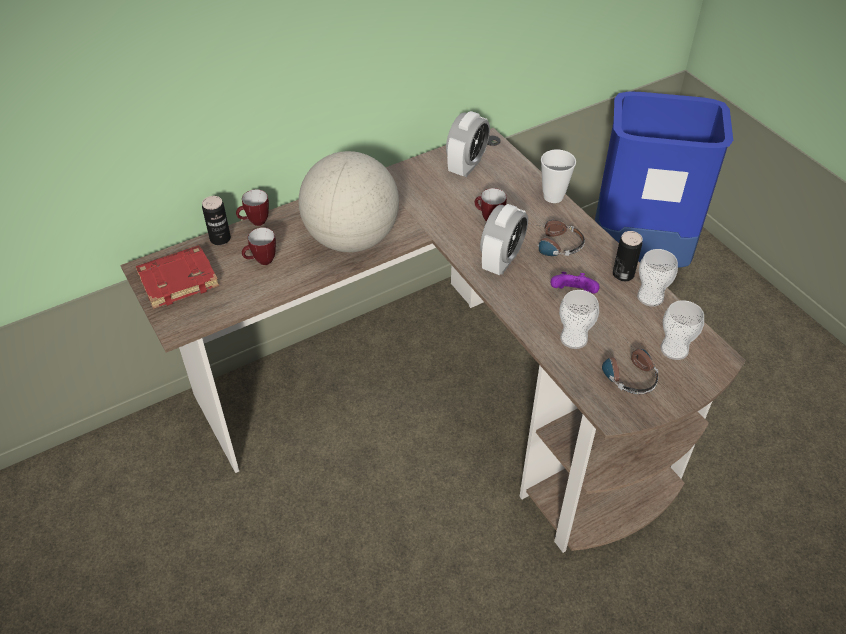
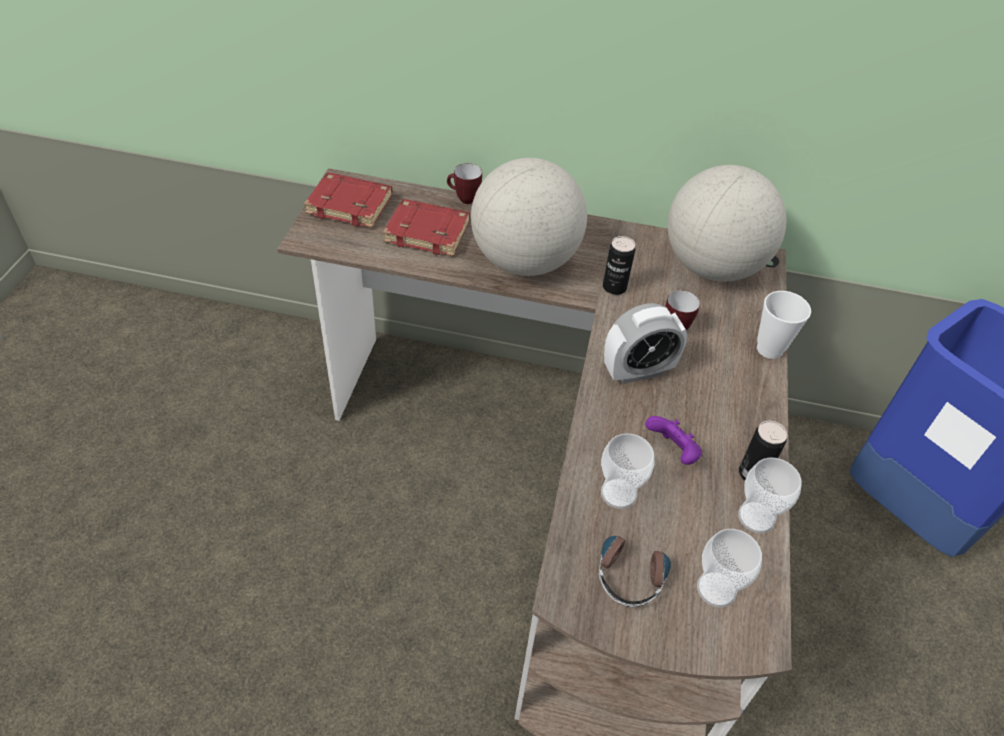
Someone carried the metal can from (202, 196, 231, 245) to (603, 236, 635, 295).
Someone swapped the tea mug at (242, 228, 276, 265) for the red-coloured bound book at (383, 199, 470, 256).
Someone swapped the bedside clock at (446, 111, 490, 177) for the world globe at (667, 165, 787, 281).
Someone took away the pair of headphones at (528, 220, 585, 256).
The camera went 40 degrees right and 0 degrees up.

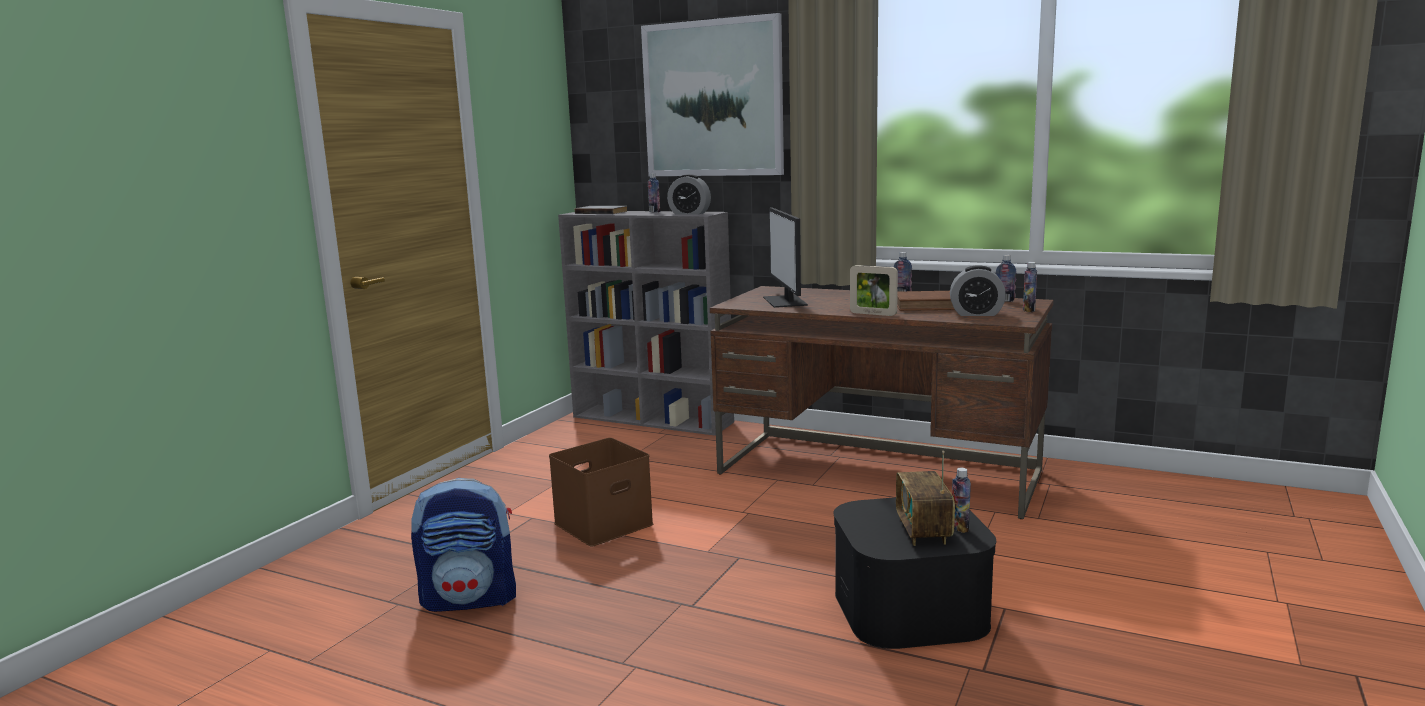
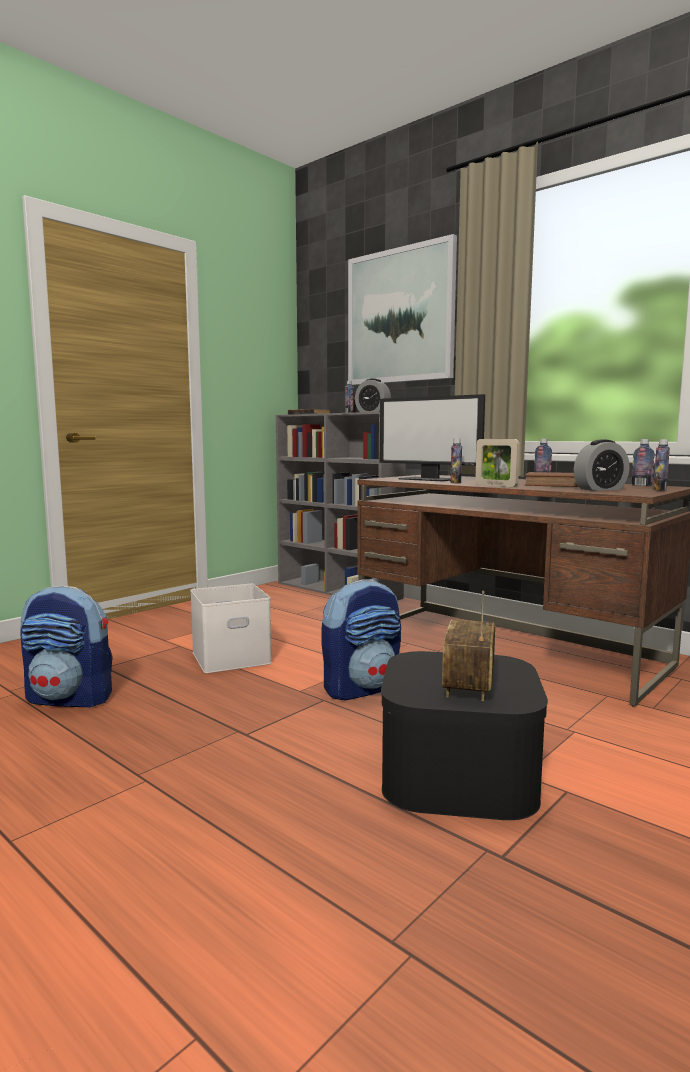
Someone repainted the brownish storage bin at (549, 438, 653, 547), which became the whitish storage bin at (190, 584, 272, 673).
Someone rotated the monitor at (763, 207, 808, 308) by 60 degrees counterclockwise.
Someone rotated the bedside clock at (950, 265, 1006, 316) by 45 degrees counterclockwise.
Someone carried the bottle from (952, 468, 971, 533) to (450, 439, 462, 483).
Someone put down the backpack at (321, 579, 401, 700).
The camera went 15 degrees right and 5 degrees down.

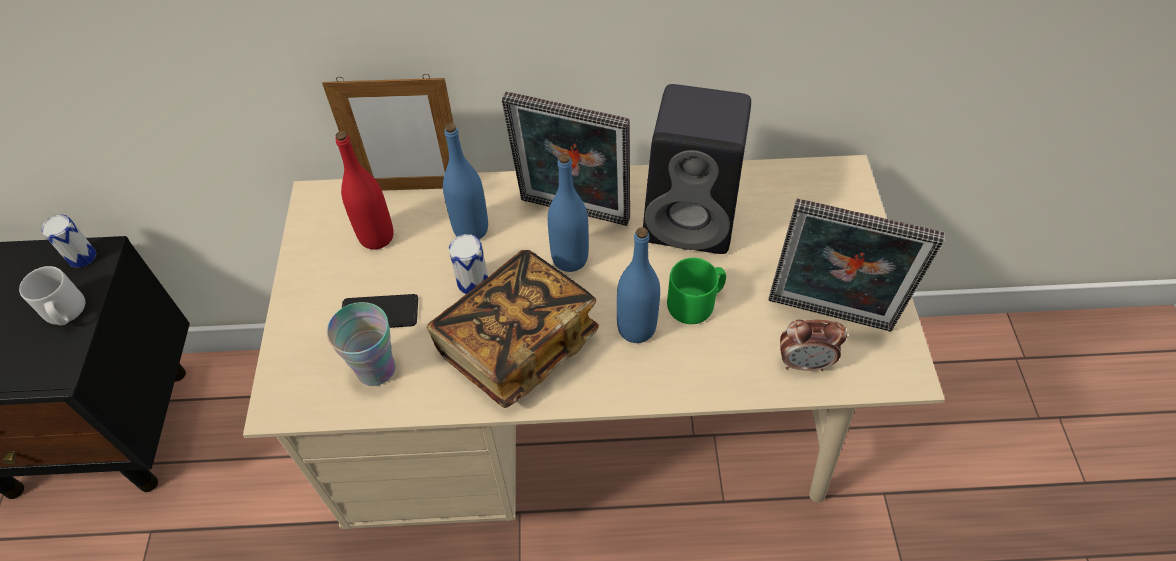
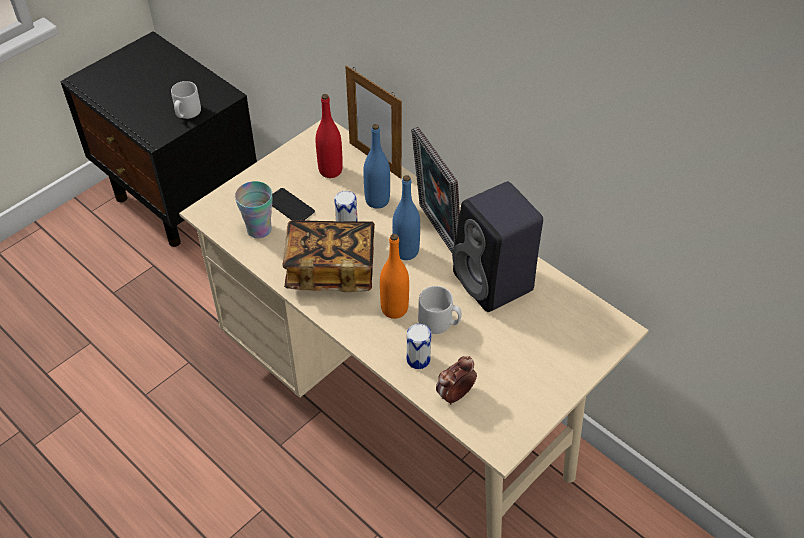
Someone carried the metal can from (41, 215, 96, 268) to (407, 323, 431, 369).
Someone repainted the blue-coloured bottle at (617, 227, 660, 343), which became the orange-coloured bottle at (380, 234, 409, 319).
Someone repainted the green tea mug at (667, 258, 726, 324), which became the grey tea mug at (418, 286, 462, 334).
Someone took away the photo frame at (768, 199, 945, 332).
Someone rotated the bedside clock at (780, 320, 847, 371) by 90 degrees clockwise.
The camera went 45 degrees right and 5 degrees down.

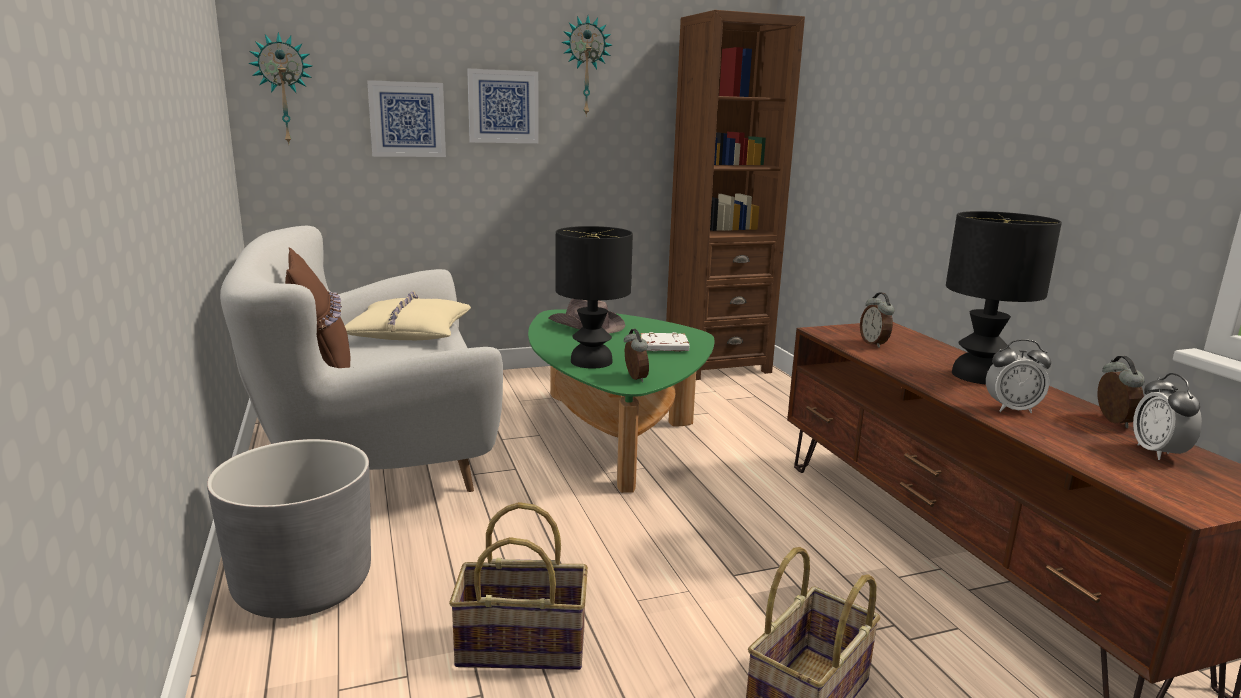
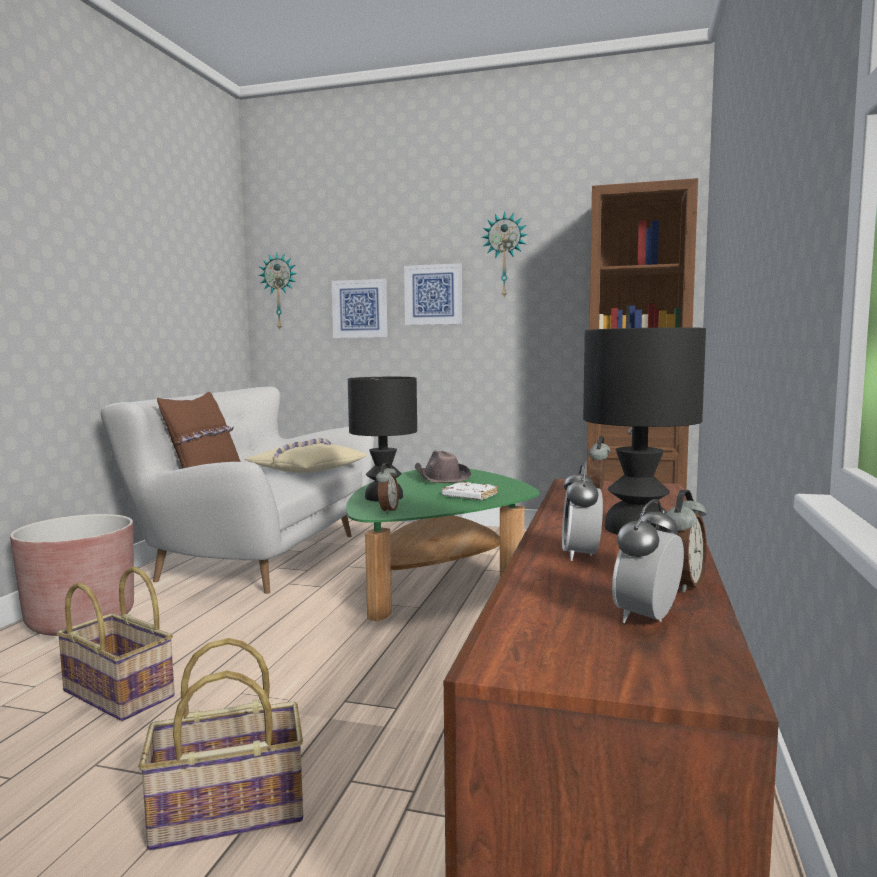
Someone repainted the grey planter at (207, 439, 371, 618), which became the brownish planter at (10, 514, 134, 636).
Someone rotated the bedside clock at (986, 339, 1051, 413) by 60 degrees clockwise.
The camera went 35 degrees right and 10 degrees down.

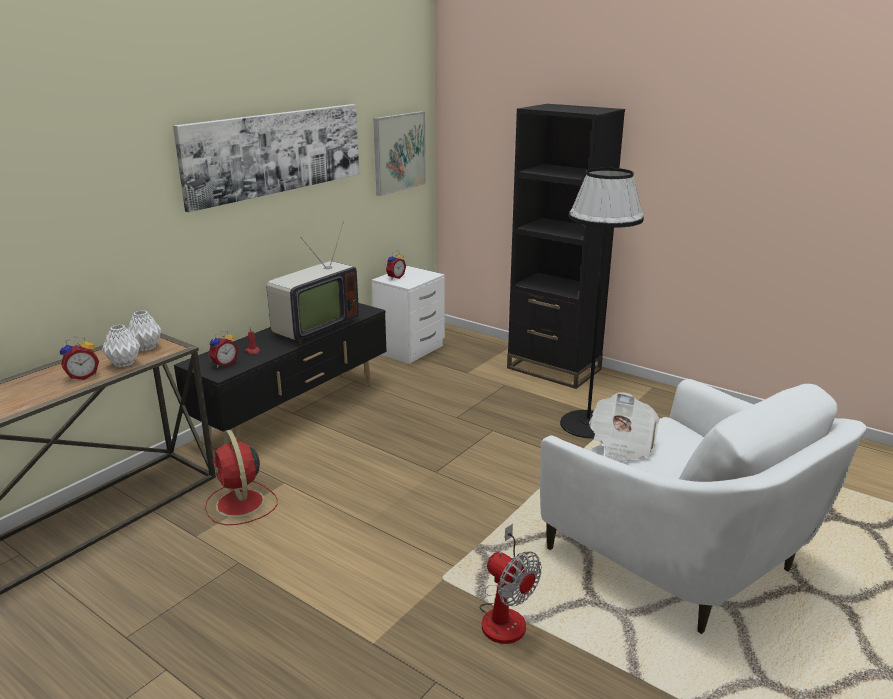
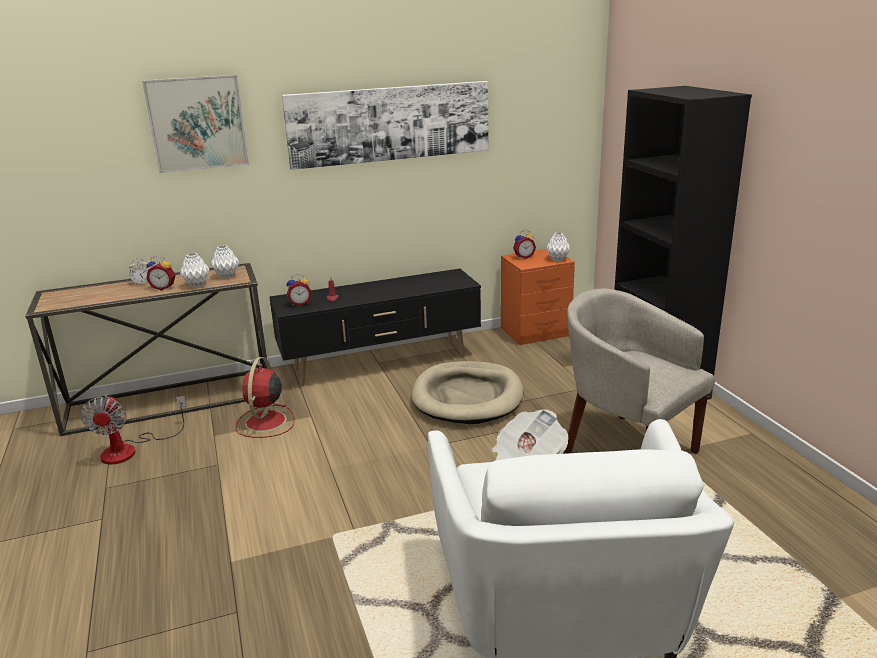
Someone took away the TV set at (267, 222, 359, 344).
Someone repainted the whitish bedside table at (372, 266, 445, 364), which became the orange-coloured bedside table at (501, 249, 575, 345).
Someone carried the wall picture from (373, 111, 426, 196) to (142, 75, 249, 173).
Someone carried the electric fan from (480, 524, 542, 644) to (81, 395, 187, 465).
Someone swapped the blackish standard lamp at (560, 168, 644, 439) for the beige easy chair at (564, 289, 715, 454).
Someone put down the bedside clock at (129, 258, 149, 285).
Someone put down the beige pet bed at (412, 361, 523, 424).
Someone put down the whitish decorative vase at (547, 232, 570, 261).
The camera went 35 degrees right and 0 degrees up.

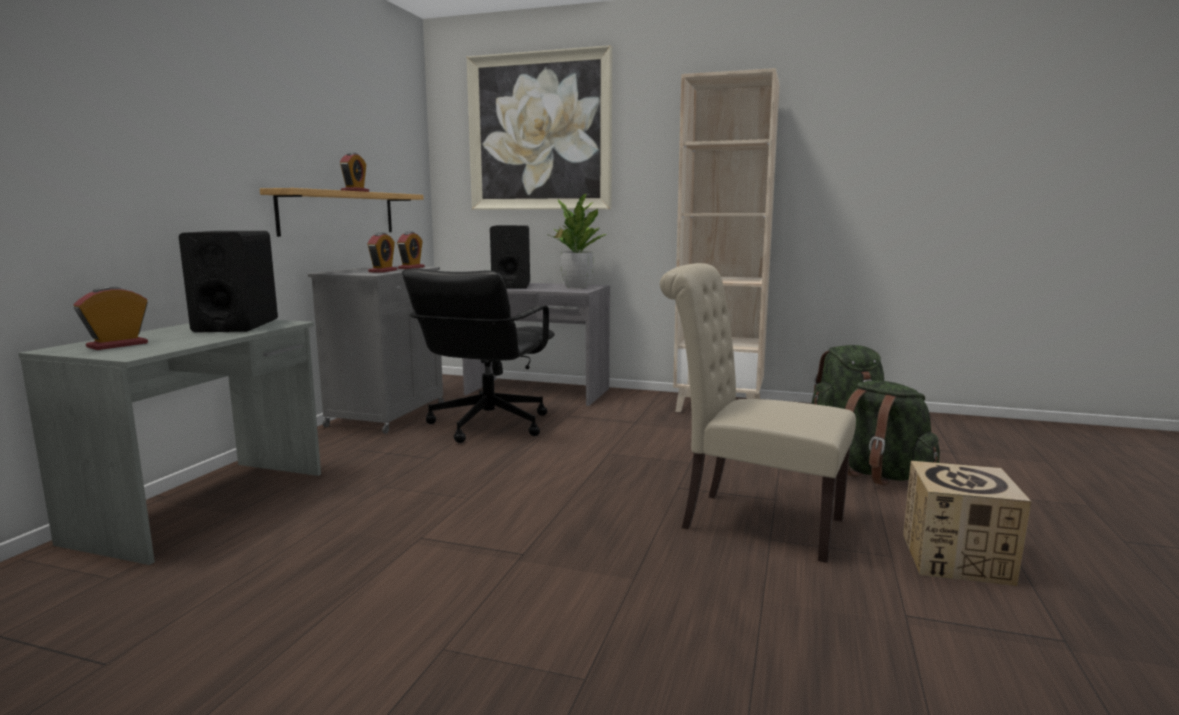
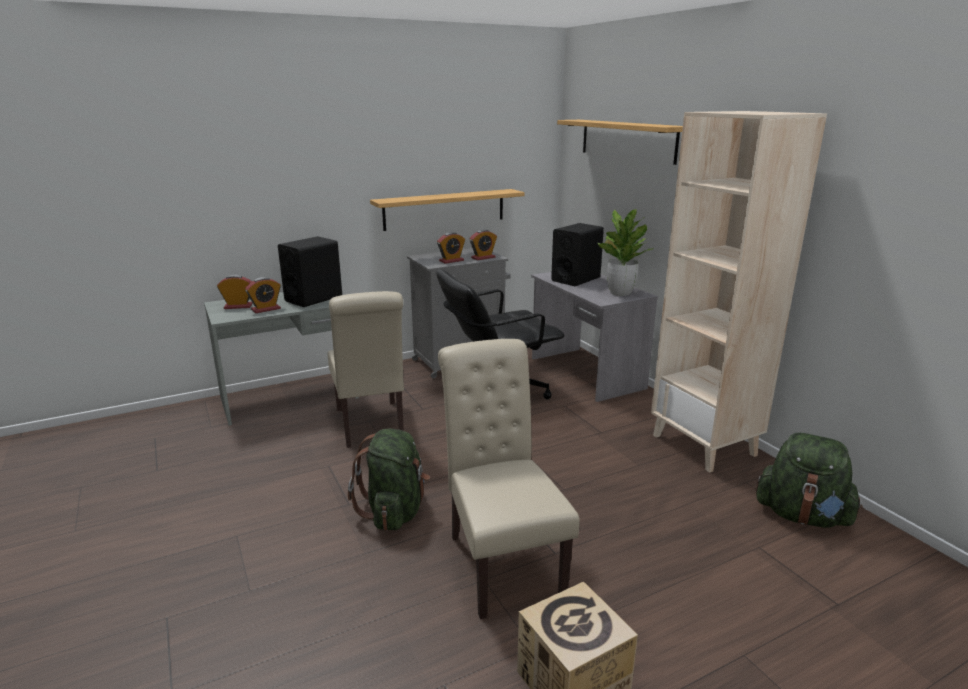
Someone carried the bedside clock from (340, 153, 369, 192) to (245, 277, 281, 313).
Someone swapped the wall picture at (467, 45, 612, 210) for the wall shelf at (557, 120, 683, 165).
Someone carried the green backpack from (845, 381, 940, 486) to (348, 428, 430, 531).
Someone put down the beige upright chair at (327, 291, 404, 448).
The camera went 45 degrees right and 10 degrees up.

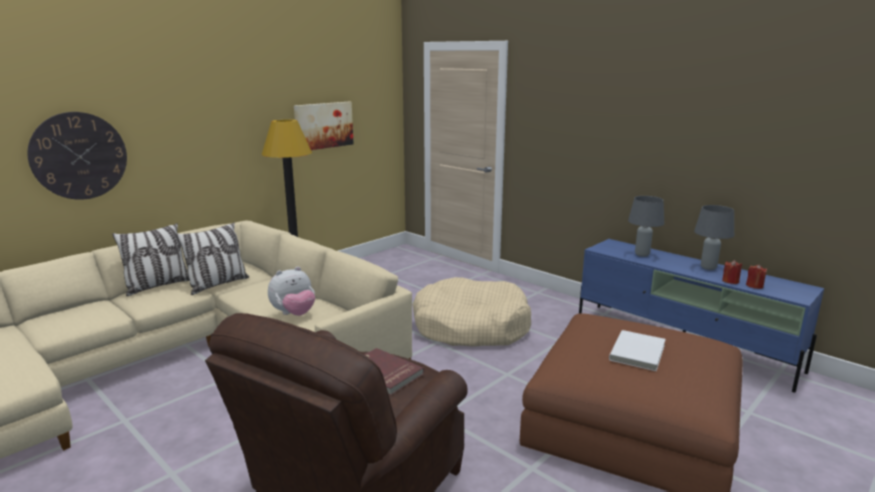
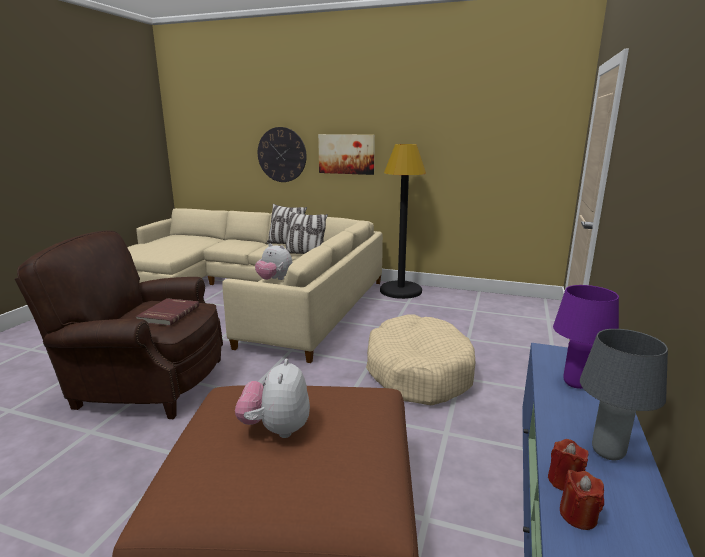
Someone carried the wall picture from (294, 102, 353, 150) to (318, 134, 375, 175).
Someone swapped the whitish bound book at (609, 330, 666, 371) for the plush toy at (235, 359, 310, 438).
Someone repainted the grey tabletop lamp at (628, 196, 664, 257), which became the purple-coloured tabletop lamp at (553, 285, 619, 389).
The camera went 65 degrees right and 0 degrees up.

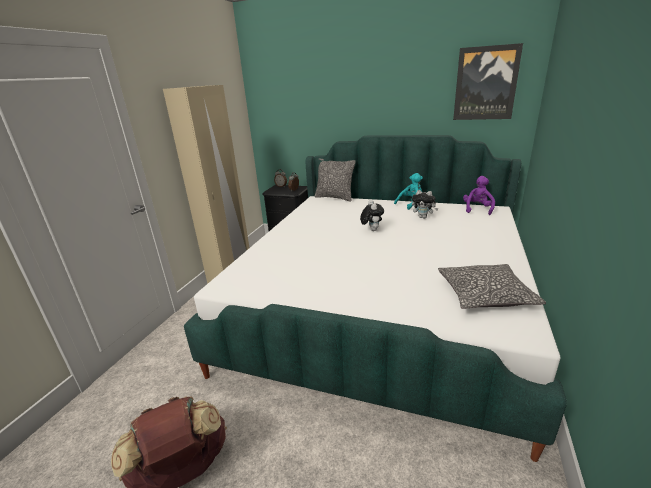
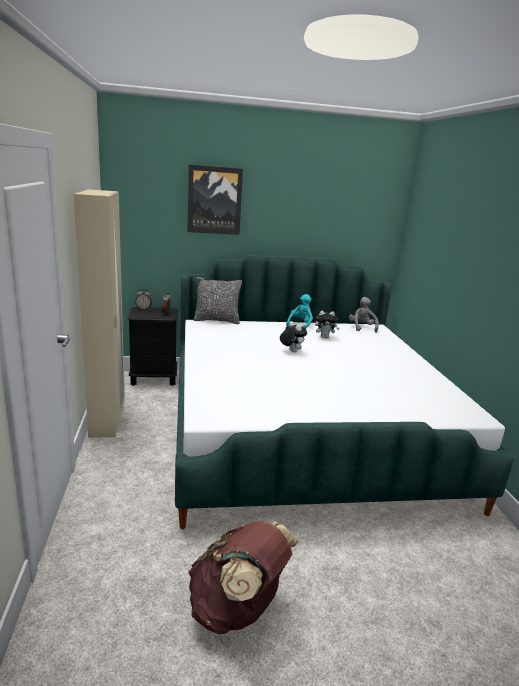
Someone took away the pillow at (438, 264, 546, 309).
Someone carried the wall picture from (453, 43, 523, 120) to (188, 165, 243, 235).
Someone repainted the purple-coloured plush toy at (463, 176, 495, 215), which became the grey plush toy at (349, 297, 379, 332).
The camera went 30 degrees left and 5 degrees down.

